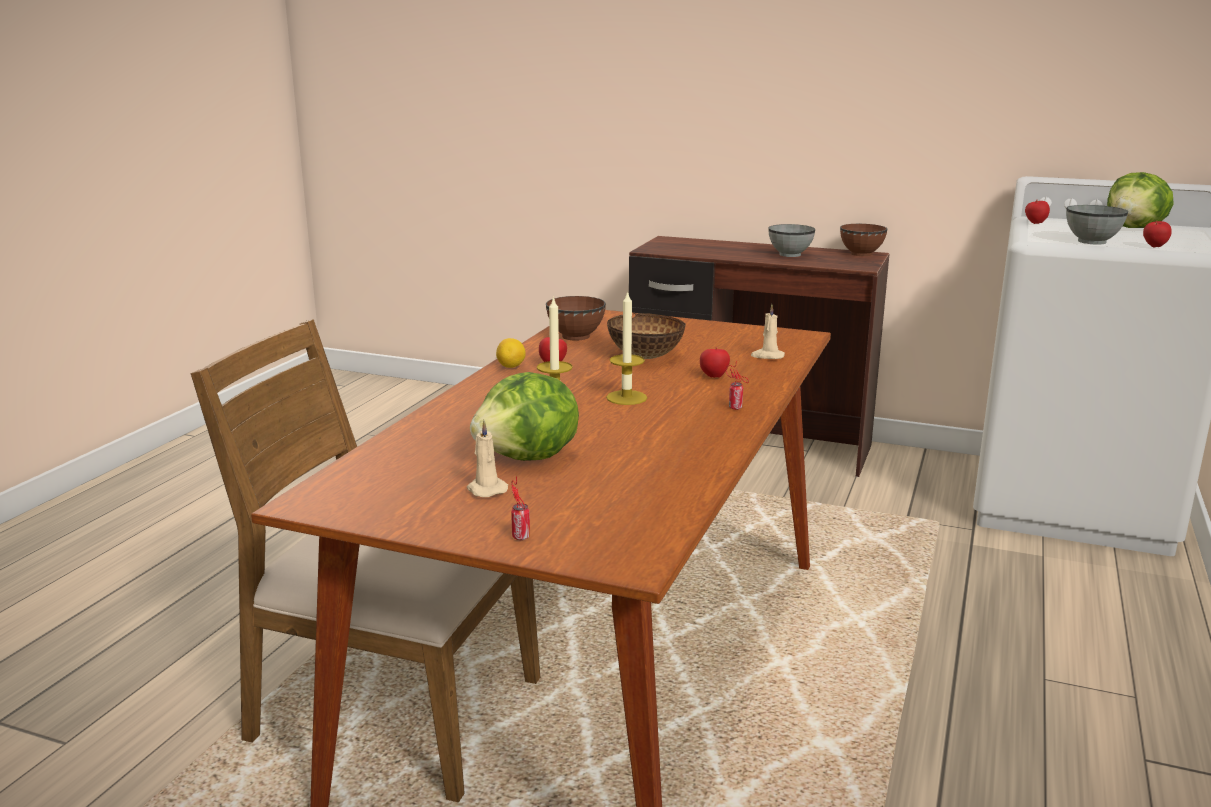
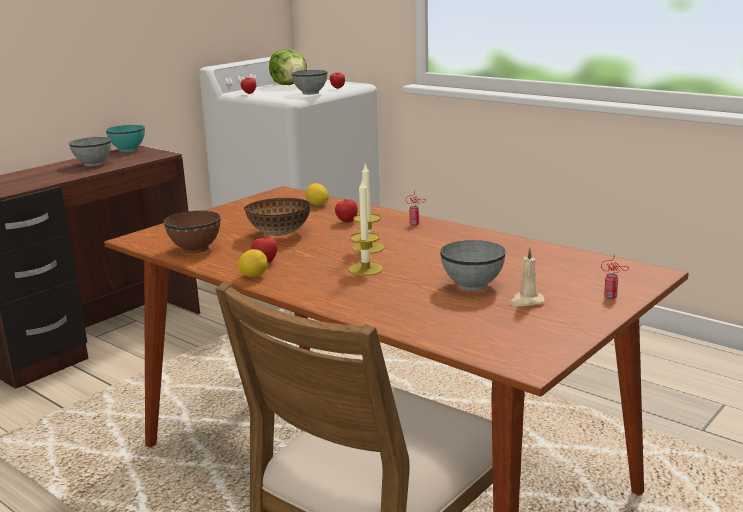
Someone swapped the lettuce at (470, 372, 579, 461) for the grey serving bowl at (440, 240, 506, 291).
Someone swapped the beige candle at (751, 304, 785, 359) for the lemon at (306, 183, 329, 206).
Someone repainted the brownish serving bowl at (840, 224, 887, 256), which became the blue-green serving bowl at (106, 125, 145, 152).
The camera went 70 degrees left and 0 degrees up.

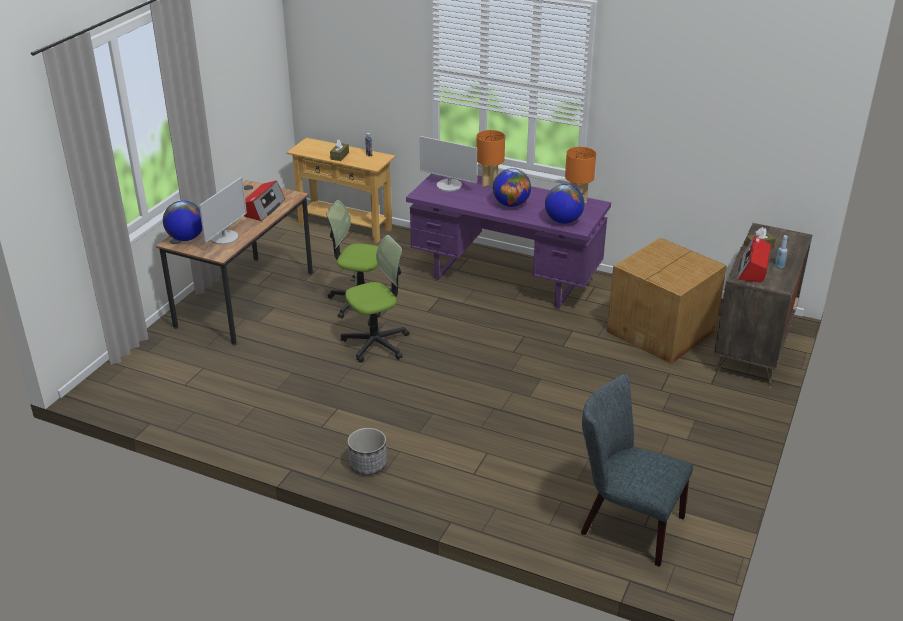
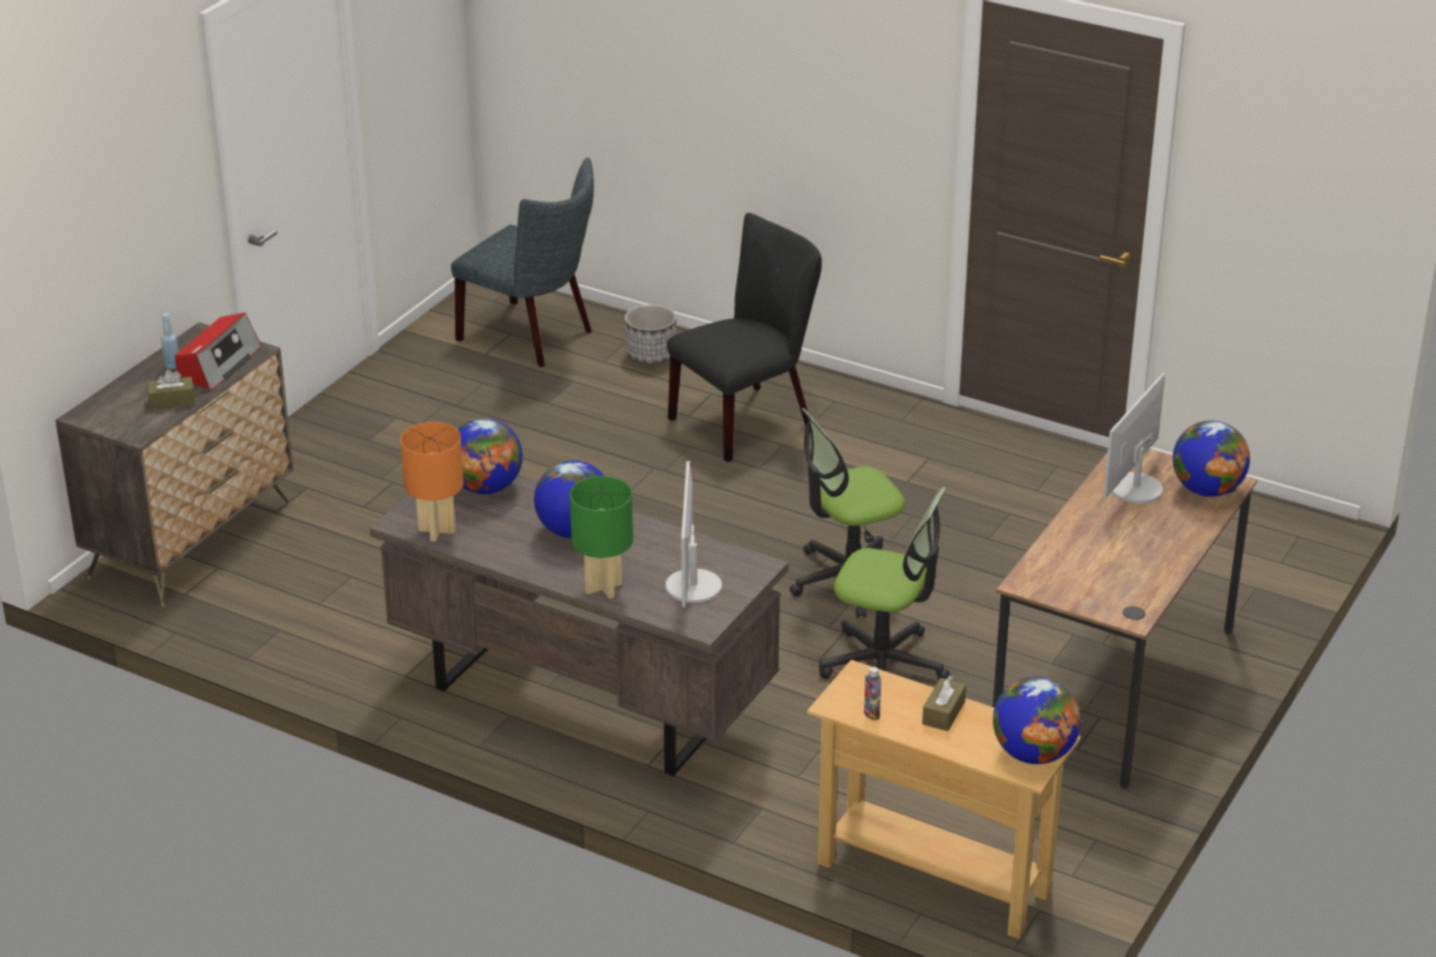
Someone took away the radio at (244, 181, 285, 221).
Someone carried the planter from (347, 428, 386, 475) to (625, 304, 676, 364).
Someone repainted the purple-coloured desk table at (406, 174, 611, 309), which became the brownish desk table at (369, 475, 789, 776).
Someone rotated the monitor at (419, 136, 477, 192) by 120 degrees counterclockwise.
Someone repainted the orange-coloured tabletop lamp at (476, 130, 505, 187), which became the green tabletop lamp at (570, 476, 633, 599).
Someone took away the carton at (607, 238, 727, 364).
Someone put down the blackish upright chair at (667, 213, 822, 462).
Someone put down the world globe at (993, 676, 1081, 764).
The camera went 175 degrees left and 0 degrees up.

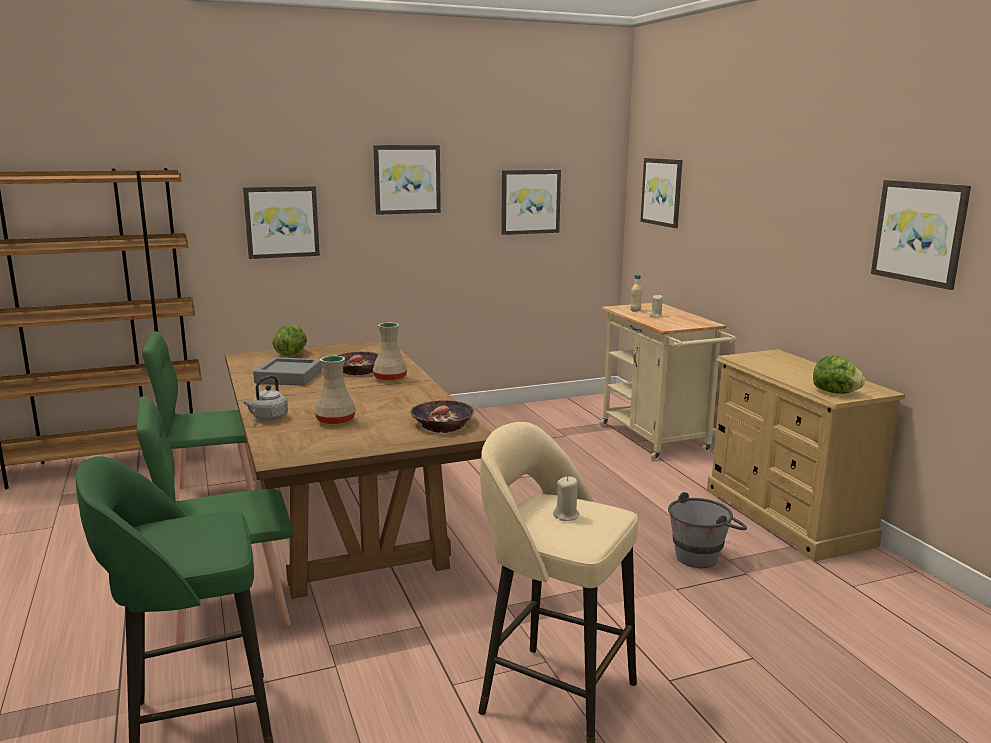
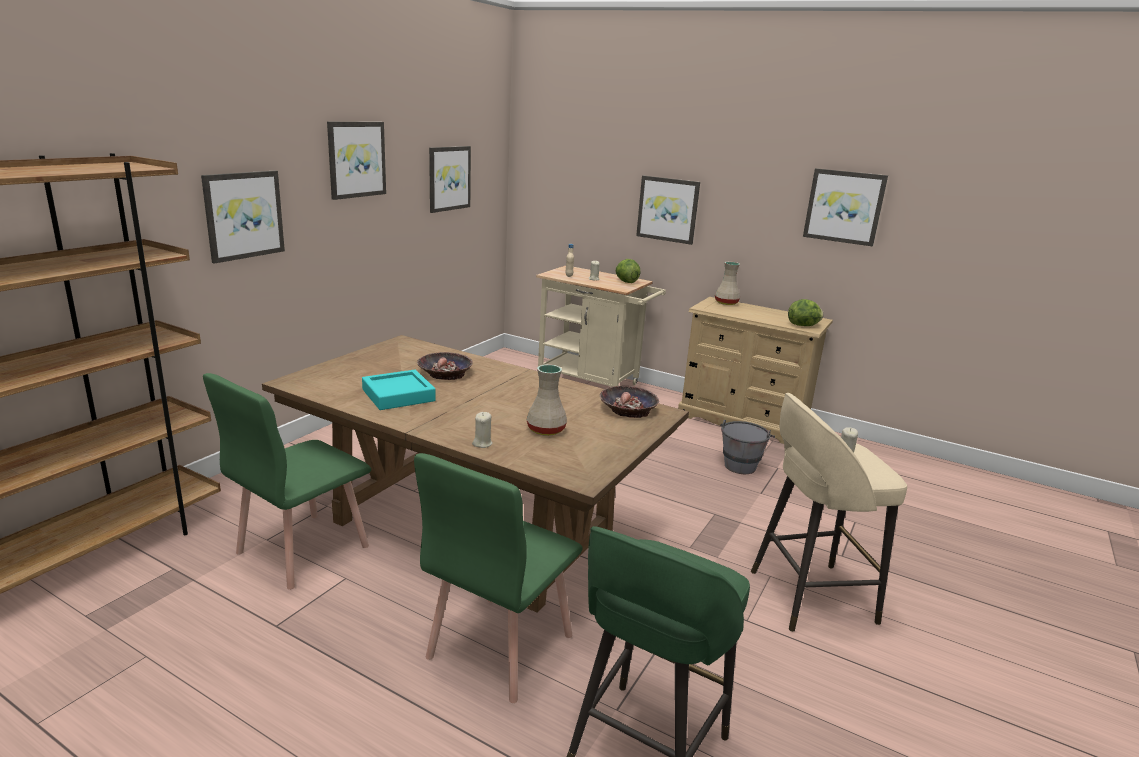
Someone swapped the grey water kettle at (244, 375, 288, 421) for the beige candle at (472, 412, 493, 448).
Someone repainted the grey serving tray at (253, 357, 322, 386), which became the blue-green serving tray at (362, 370, 436, 410).
Someone carried the lettuce from (272, 325, 307, 356) to (615, 259, 641, 283).
Someone carried the beige decorative vase from (373, 323, 407, 382) to (715, 262, 740, 305).
Someone carried the wall picture from (640, 158, 682, 228) to (636, 176, 700, 245).
The camera went 40 degrees left and 5 degrees up.

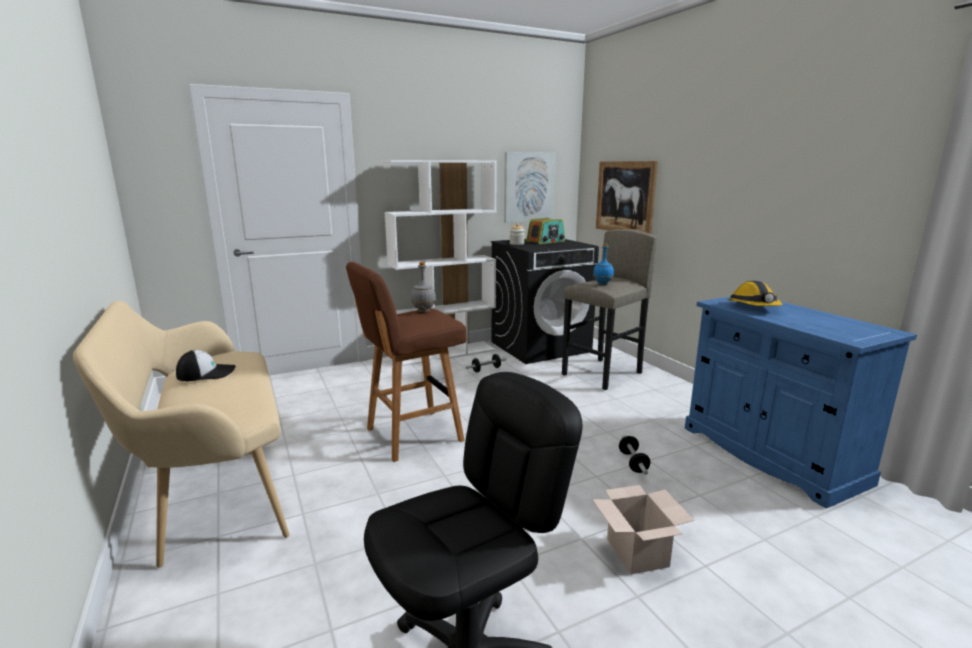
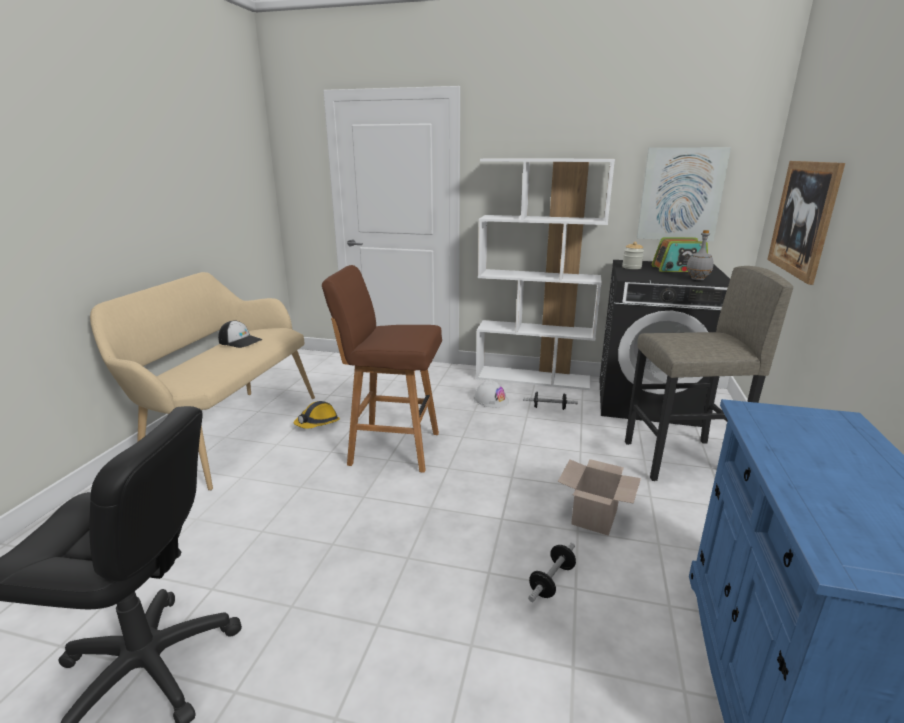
Someone carried the grey bottle from (411, 262, 436, 312) to (686, 230, 714, 280).
Someone carried the carton from (592, 485, 694, 575) to (558, 459, 641, 536).
Someone took away the blue-coloured bottle at (593, 244, 614, 285).
Someone carried the work helmet from (727, 281, 782, 306) to (294, 401, 340, 429).
The camera went 40 degrees right and 5 degrees up.

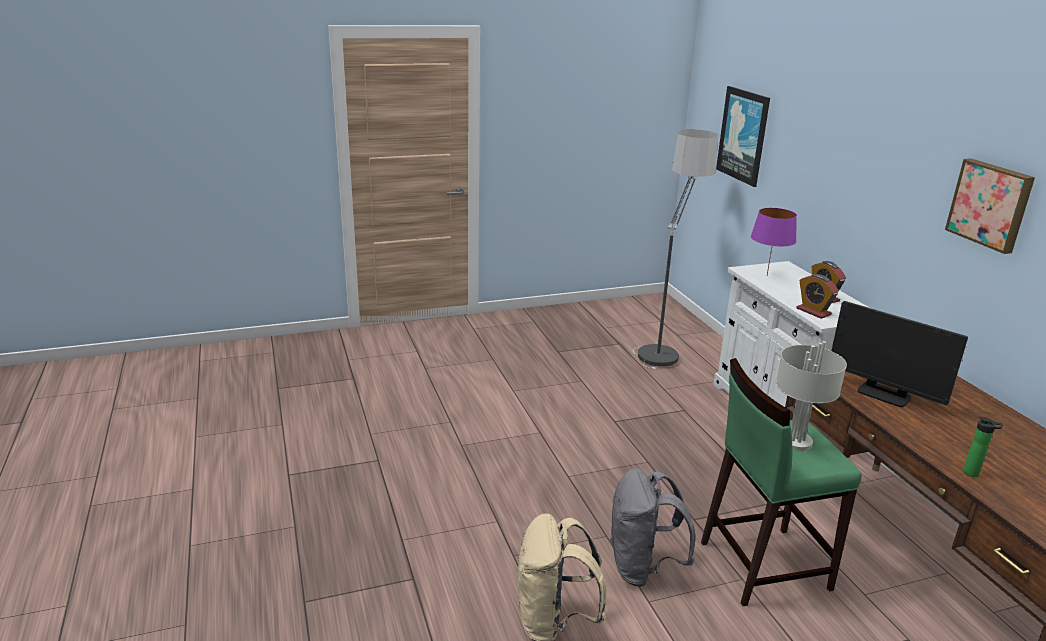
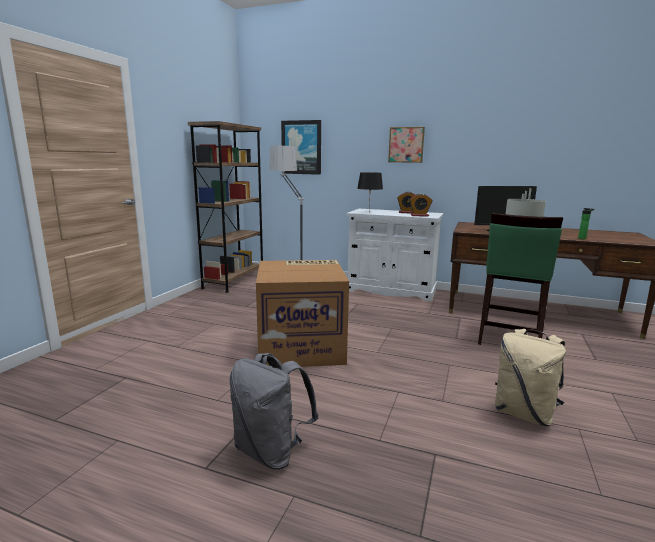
Someone carried the grey backpack from (609, 468, 695, 587) to (229, 353, 318, 469).
Someone repainted the purple-coloured tabletop lamp at (751, 208, 797, 275), which became the blackish tabletop lamp at (357, 172, 383, 211).
Someone carried the wall picture from (945, 158, 1035, 254) to (388, 127, 425, 163).
Someone put down the brownish bookshelf at (188, 121, 263, 293).
Someone put down the carton at (256, 260, 349, 367).
The camera went 50 degrees left and 10 degrees down.

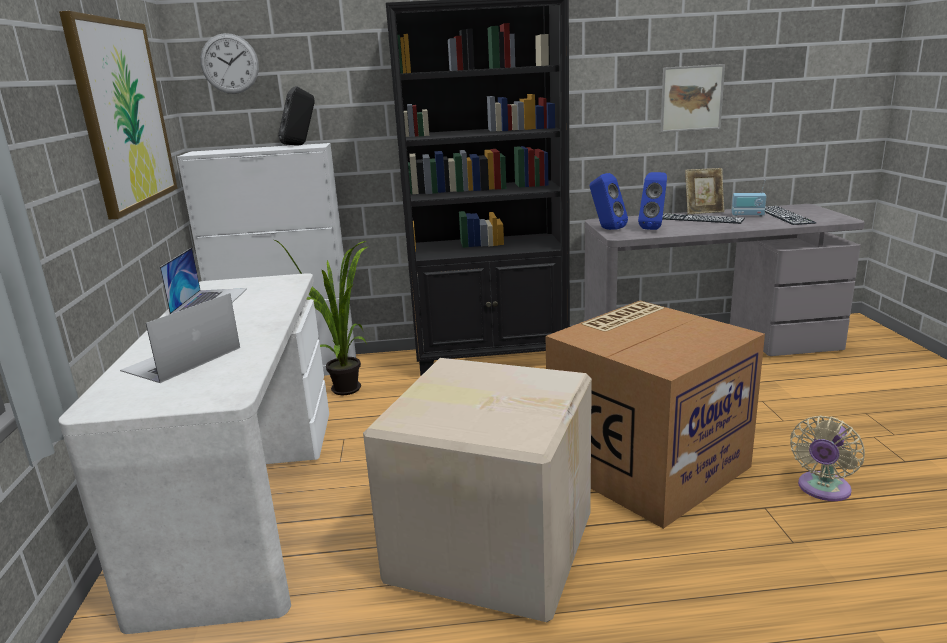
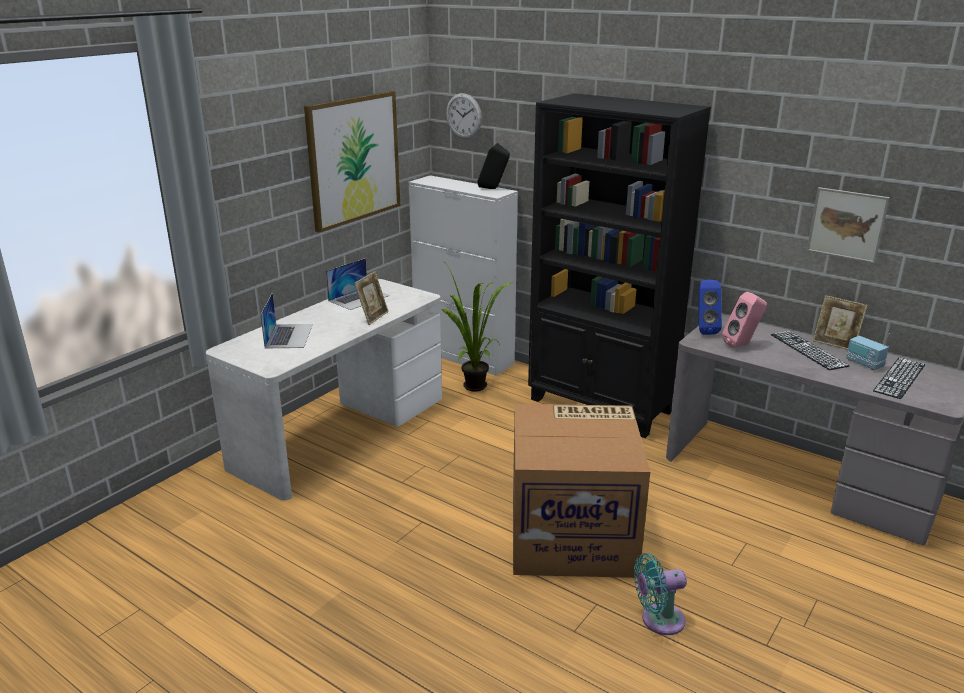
Someone rotated the notebook computer at (120, 293, 240, 383) by 105 degrees clockwise.
Someone took away the carton at (363, 358, 592, 622).
Someone repainted the blue-coloured audio speaker at (638, 172, 667, 230), which became the pinkish audio speaker at (722, 292, 767, 348).
Someone repainted the beige electric fan at (790, 415, 865, 501), which became the blue-green electric fan at (634, 553, 687, 635).
Someone put down the photo frame at (354, 271, 389, 325).
The camera went 40 degrees right and 5 degrees up.

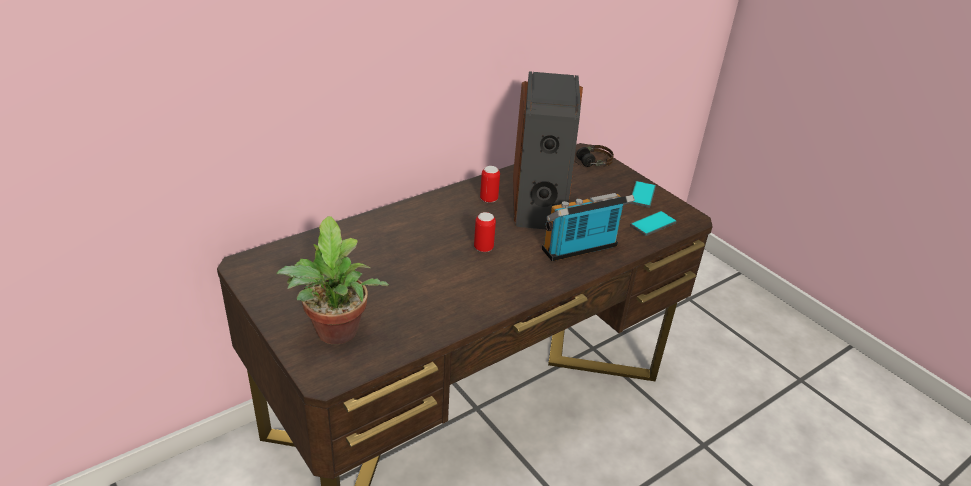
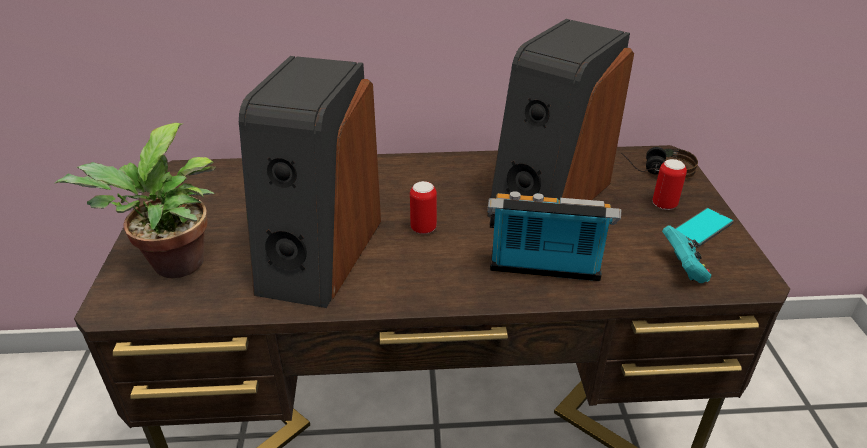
Someone carried the metal can from (480, 166, 500, 203) to (653, 159, 687, 210).
Someone swapped the telephone at (630, 211, 677, 236) for the blue-green joypad at (662, 225, 711, 283).
Someone put down the audio speaker at (239, 56, 381, 308).
The camera went 35 degrees right and 0 degrees up.

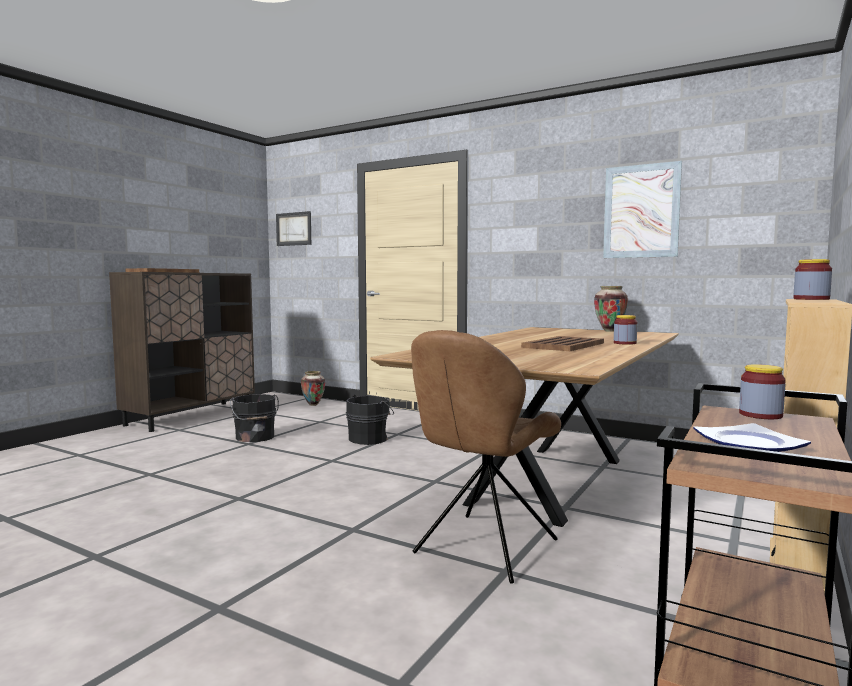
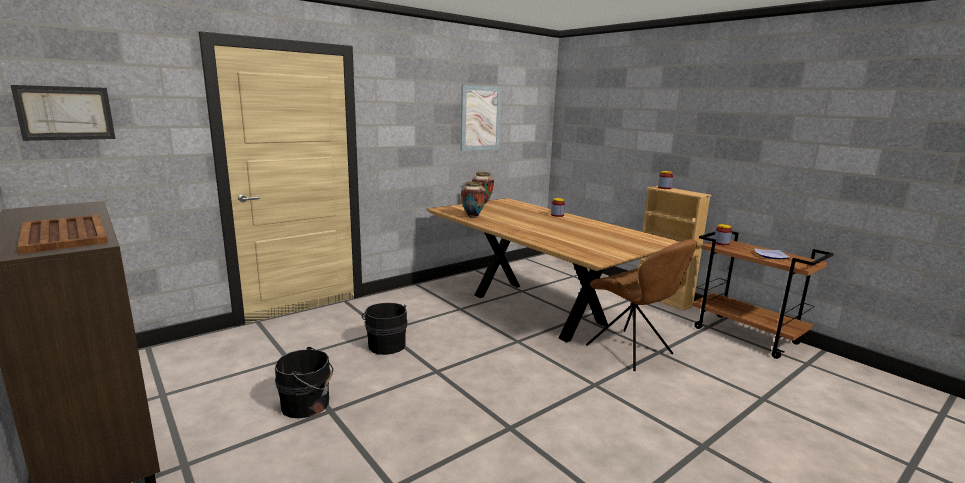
Someone carried the decorative vase from (301, 371, 325, 406) to (461, 181, 486, 218).
Someone took away the brownish serving tray at (521, 336, 604, 351).
The camera went 70 degrees left and 10 degrees up.

